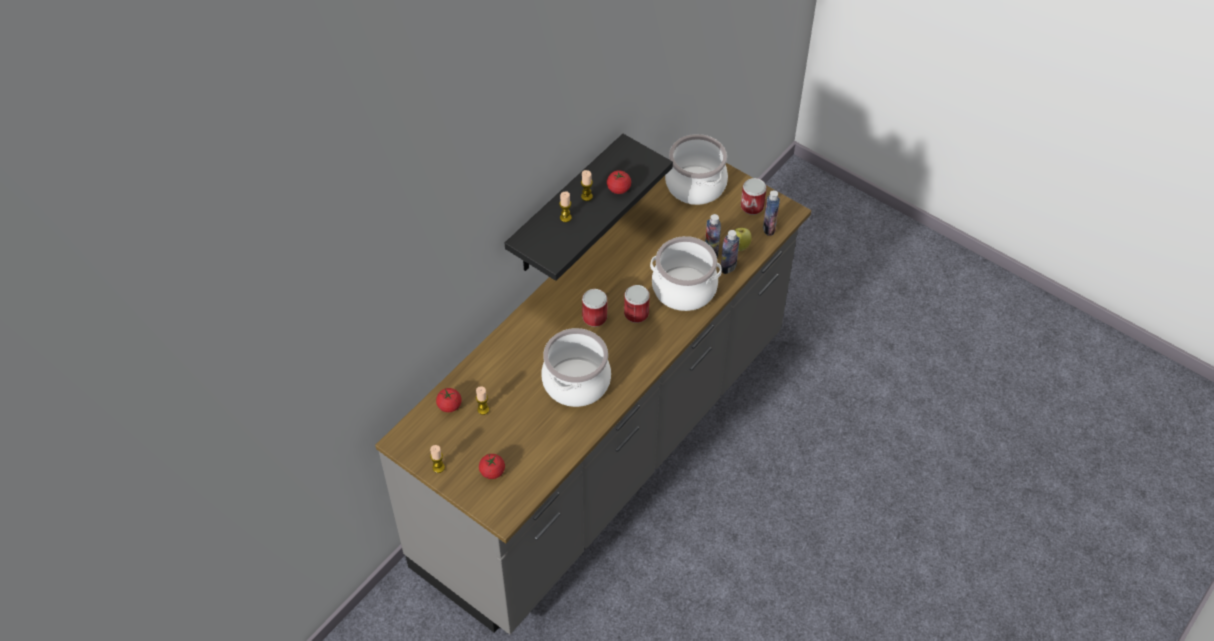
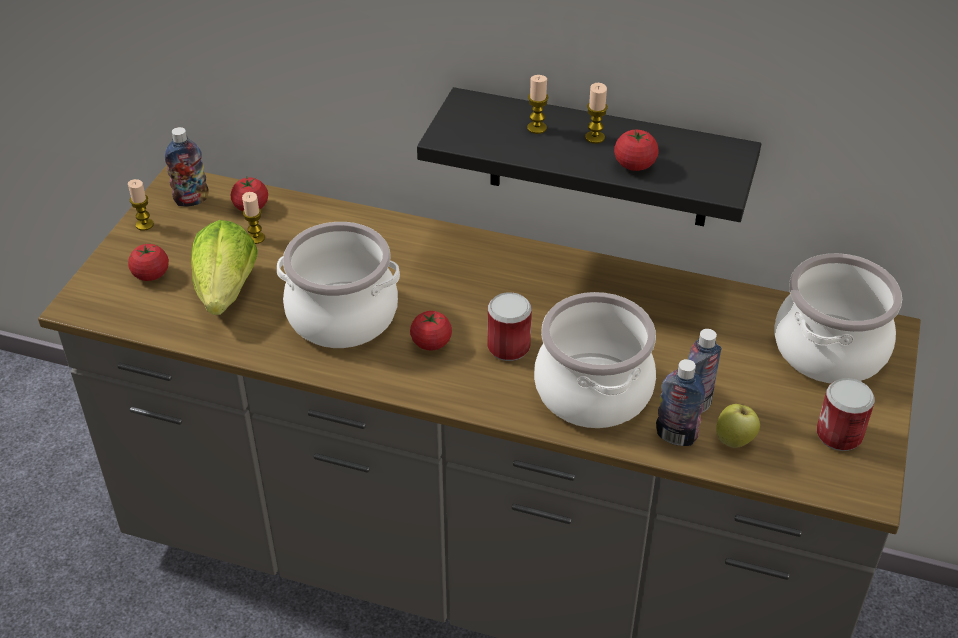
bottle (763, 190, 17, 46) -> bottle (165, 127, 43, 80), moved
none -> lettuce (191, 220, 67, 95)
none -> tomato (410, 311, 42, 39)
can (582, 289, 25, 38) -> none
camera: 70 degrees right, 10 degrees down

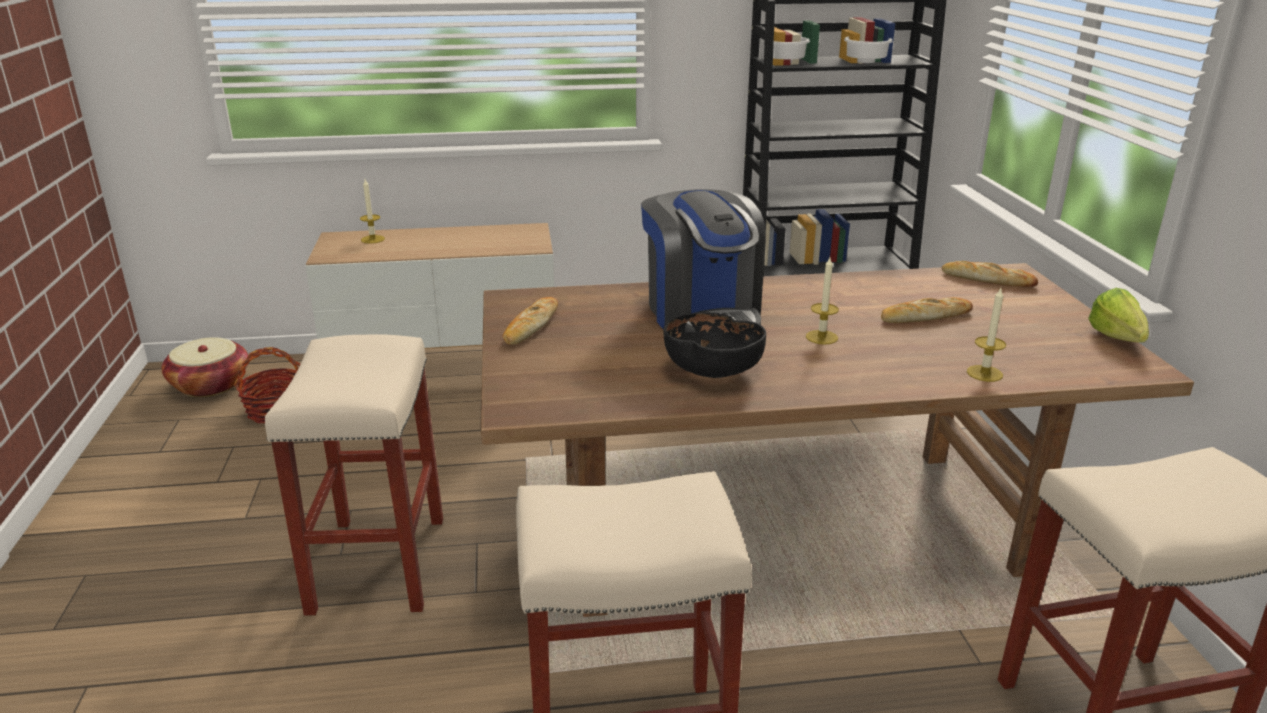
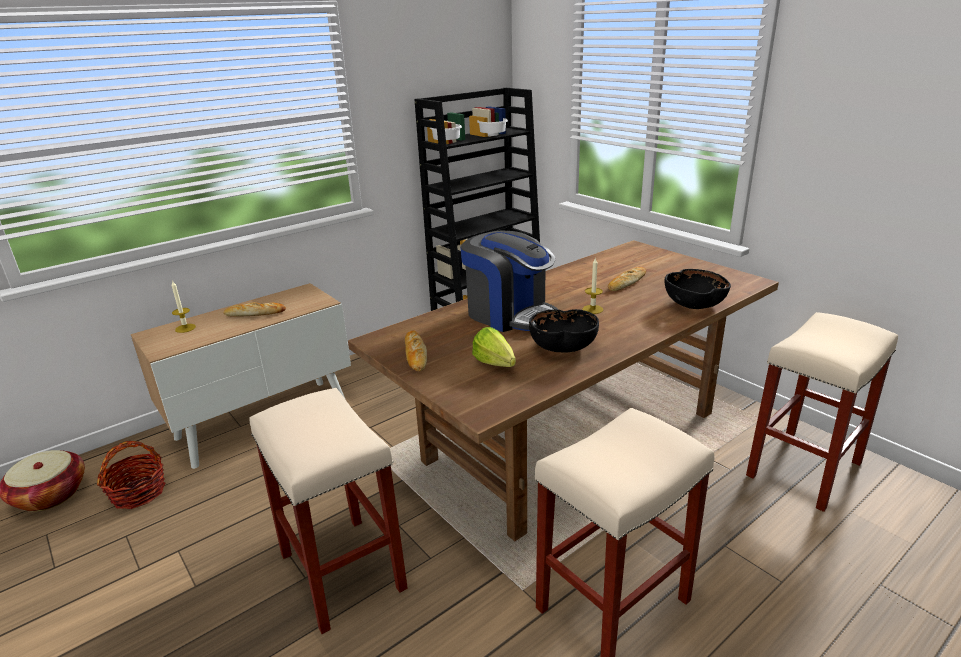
bread (942, 261, 96, 26) -> bread (223, 302, 63, 15), moved
lettuce (1088, 288, 61, 55) -> lettuce (472, 327, 44, 40), moved
candle (967, 288, 39, 94) -> black bowl (665, 269, 66, 40)
camera: 30 degrees left, 0 degrees up

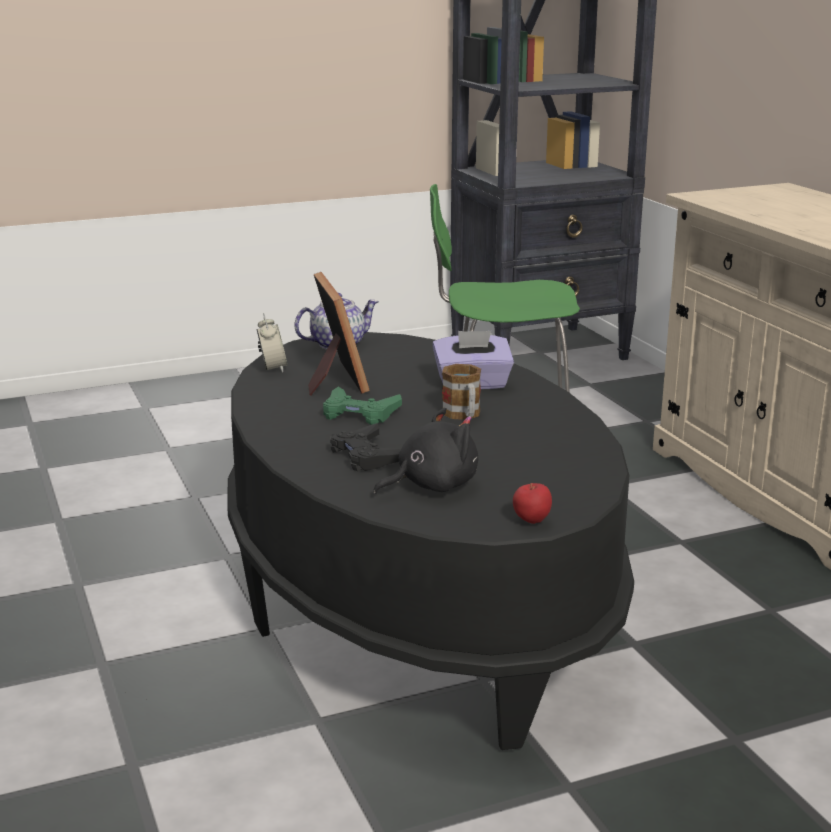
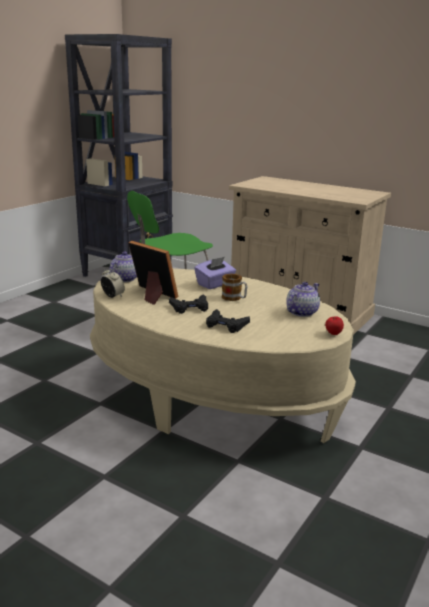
black coffee table (227, 332, 407, 418) -> beige coffee table (90, 268, 266, 175)
green game controller (323, 387, 79, 38) -> black game controller (169, 294, 39, 20)
none -> teapot (286, 282, 34, 35)
black plush toy (373, 408, 105, 86) -> none
camera: 35 degrees left, 0 degrees up

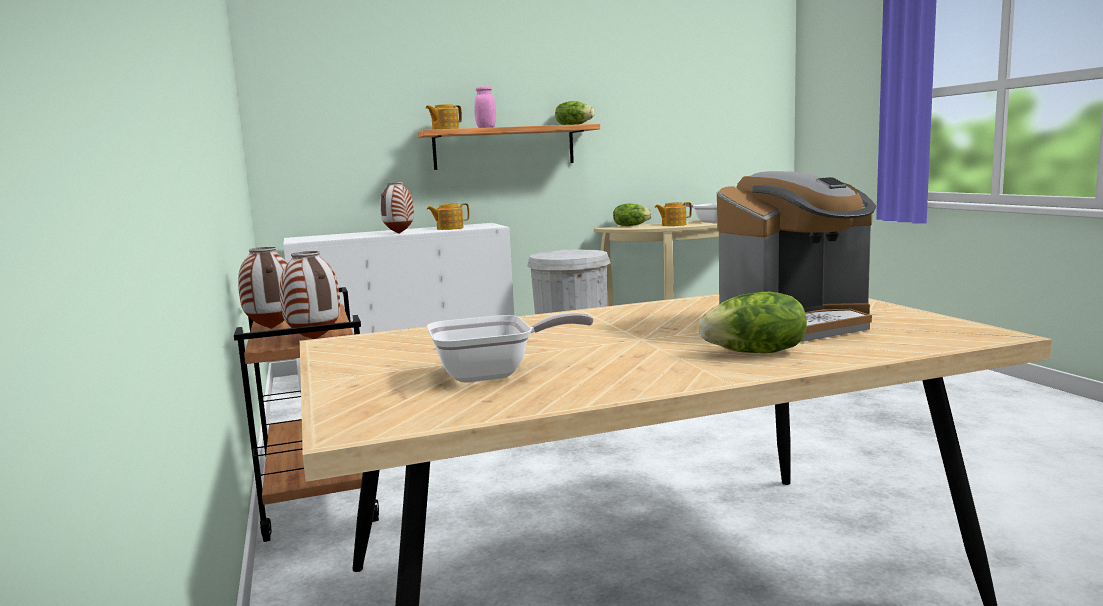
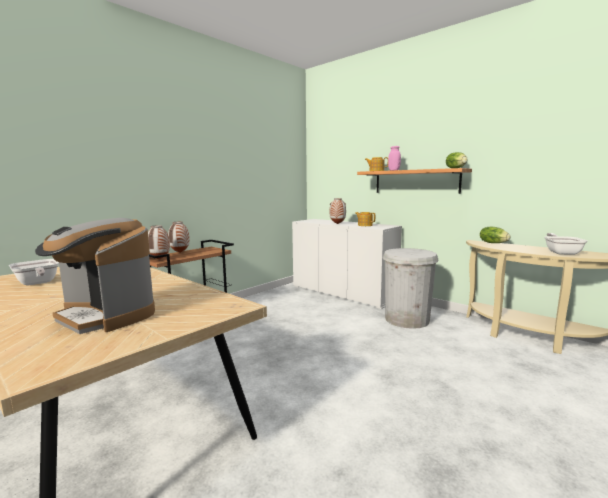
teapot (655, 202, 37, 24) -> none
lettuce (699, 292, 108, 61) -> none
camera: 60 degrees right, 0 degrees up

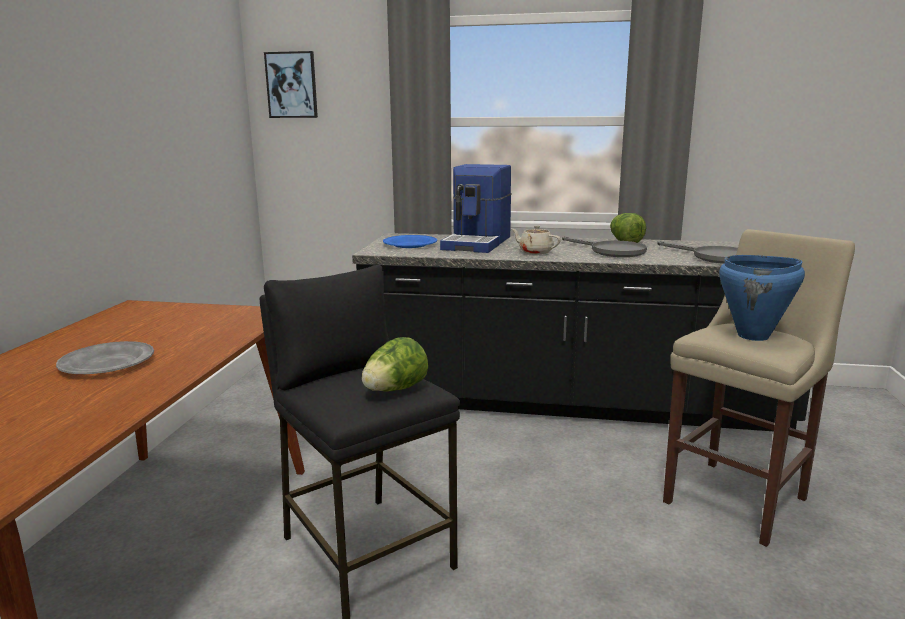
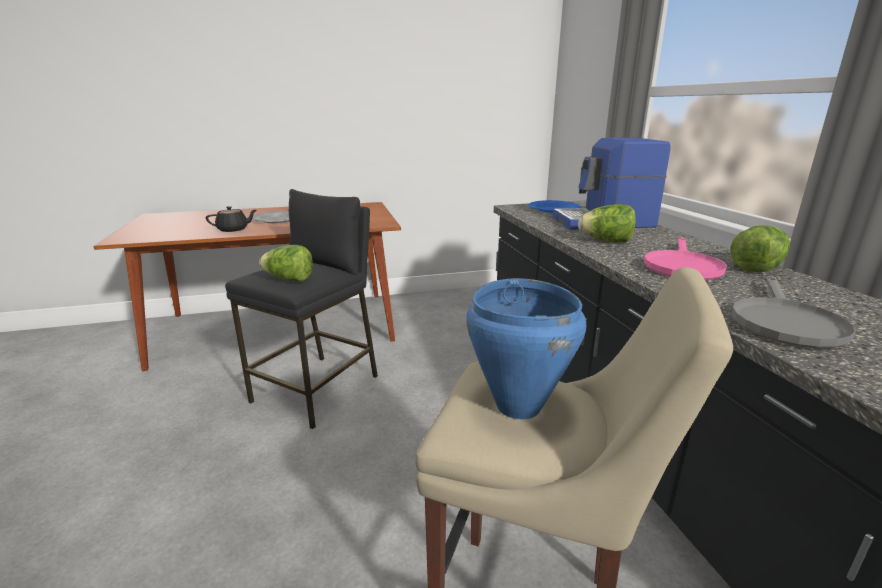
none -> black teapot (206, 206, 50, 26)
beige teapot (512, 225, 49, 29) -> lettuce (578, 204, 58, 39)
grey frying pan (562, 236, 85, 21) -> pink frying pan (644, 237, 83, 43)
picture (264, 51, 54, 67) -> none
camera: 65 degrees right, 5 degrees up

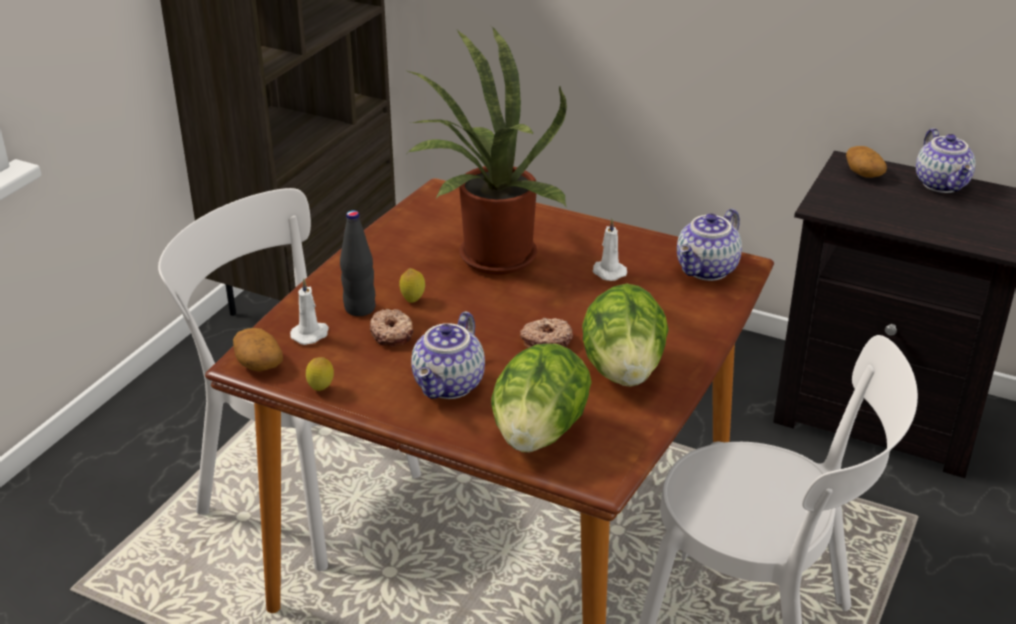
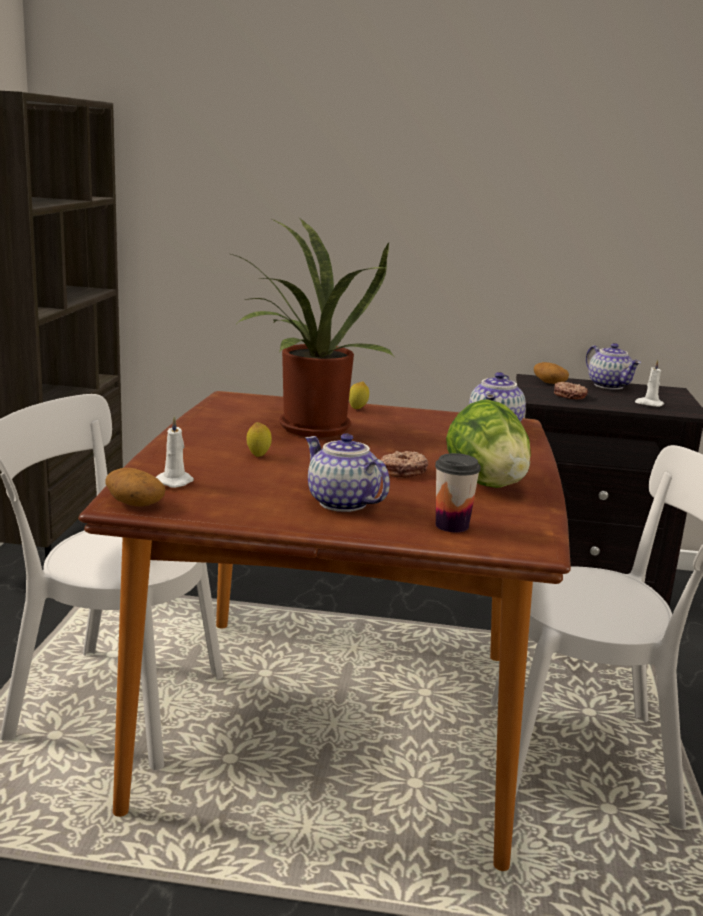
teapot (411, 311, 74, 88) -> teapot (305, 434, 85, 78), 135 degrees clockwise
lemon (306, 357, 28, 34) -> lemon (349, 381, 20, 28), moved
lettuce (491, 344, 101, 109) -> cup (435, 453, 46, 79)
donut (370, 309, 44, 38) -> donut (554, 382, 34, 18), moved
white candle (592, 219, 35, 62) -> white candle (635, 359, 29, 48), moved
black bottle (340, 210, 36, 106) -> none
camera: 20 degrees left, 15 degrees down

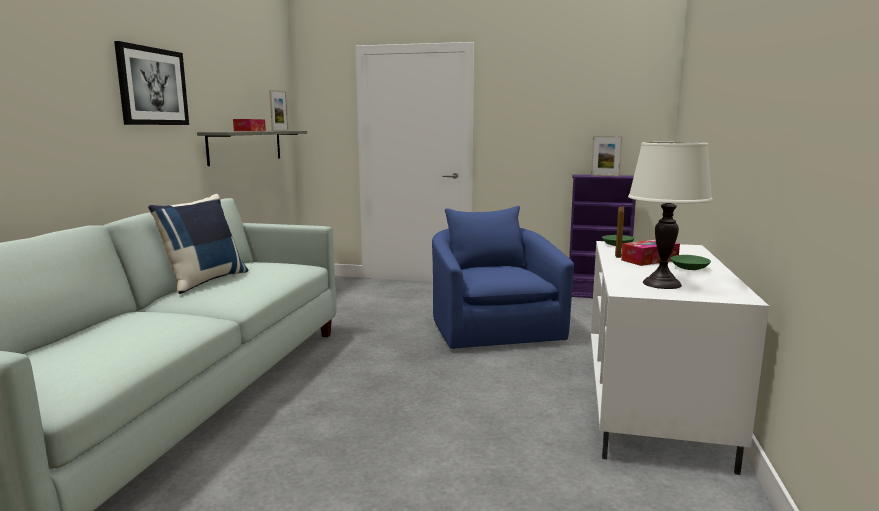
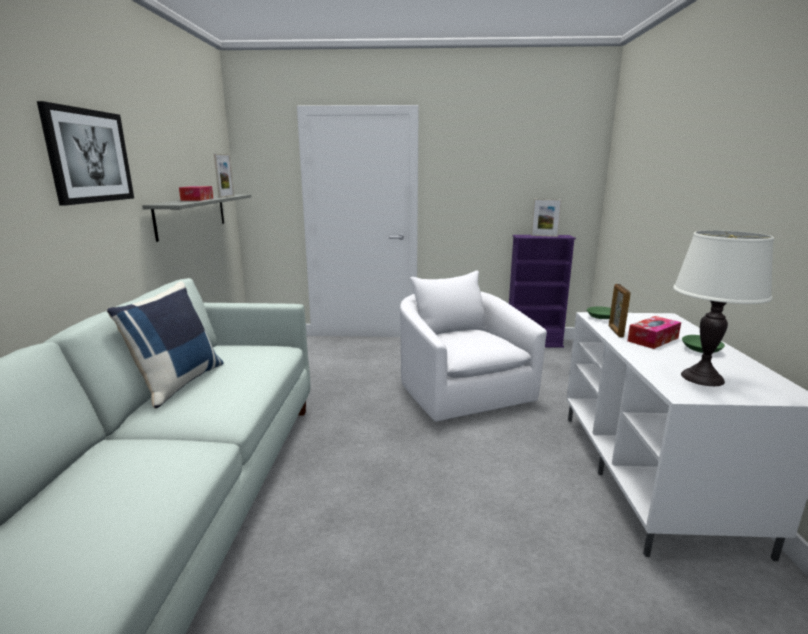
blue armchair (432, 206, 142, 143) -> white armchair (400, 270, 147, 152)
camera: 10 degrees left, 5 degrees up

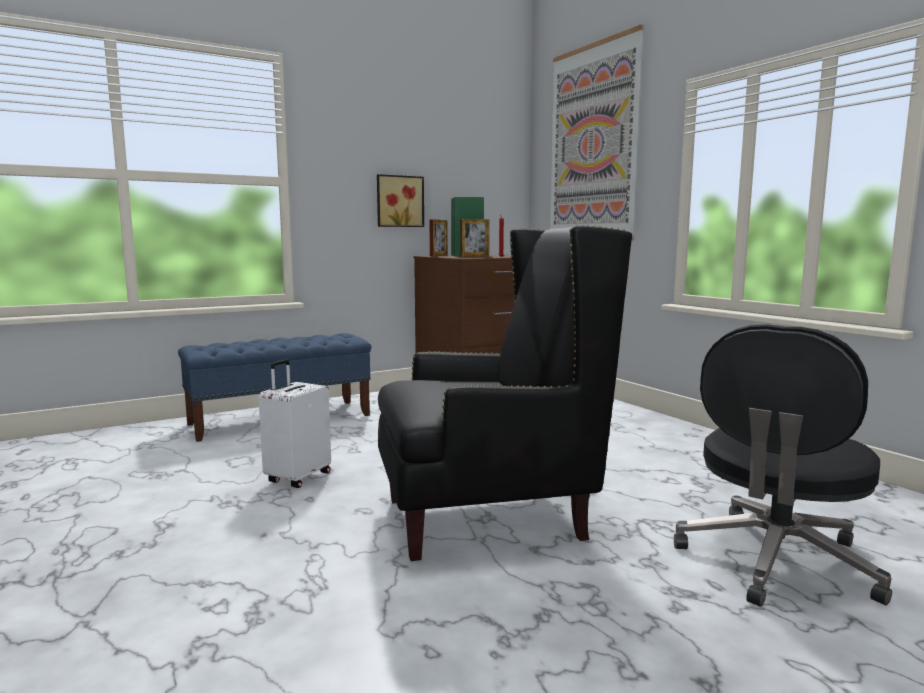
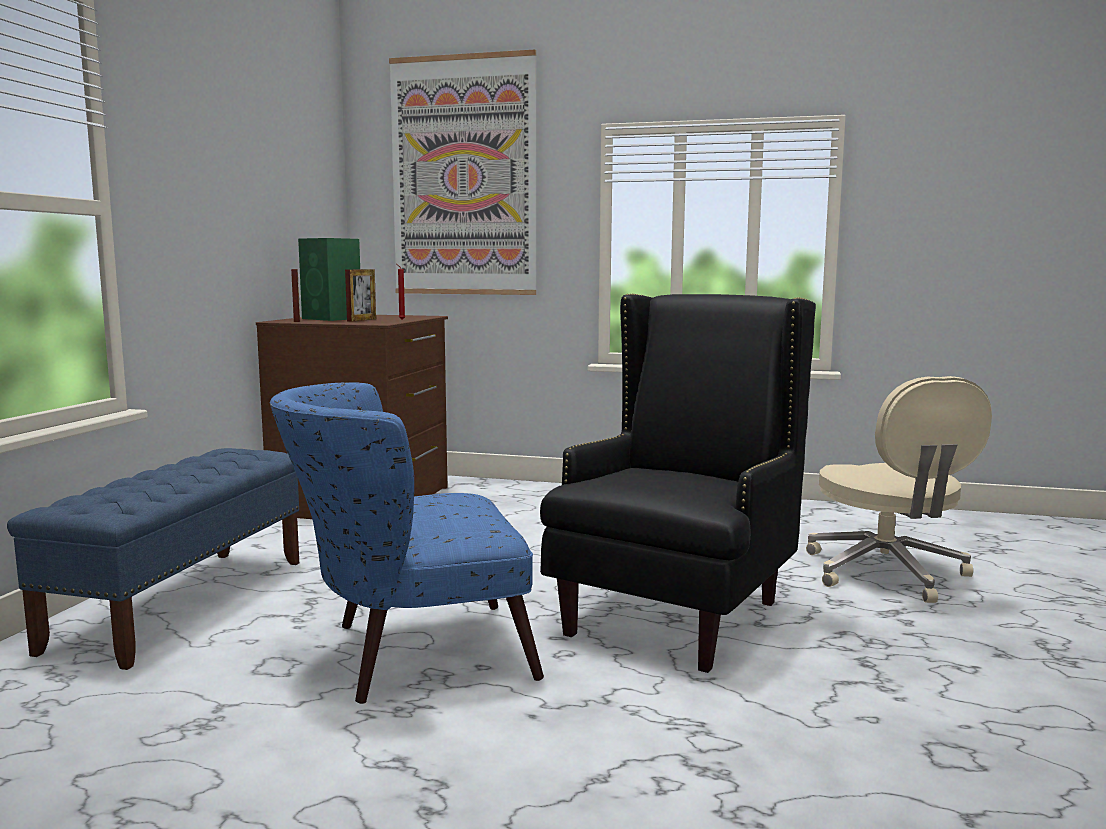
white suitcase (258, 359, 73, 129) -> blue armchair (269, 382, 275, 322)
black office chair (674, 324, 218, 283) -> beige office chair (806, 376, 186, 227)
picture (377, 174, 47, 53) -> none
camera: 45 degrees left, 0 degrees up

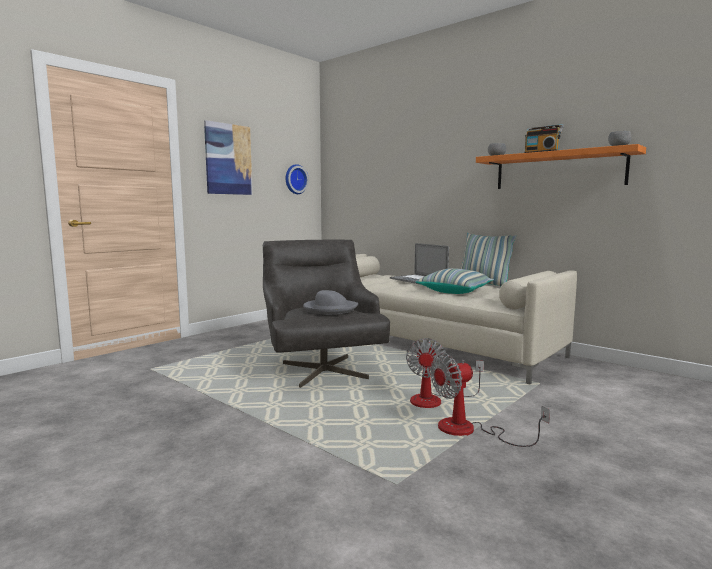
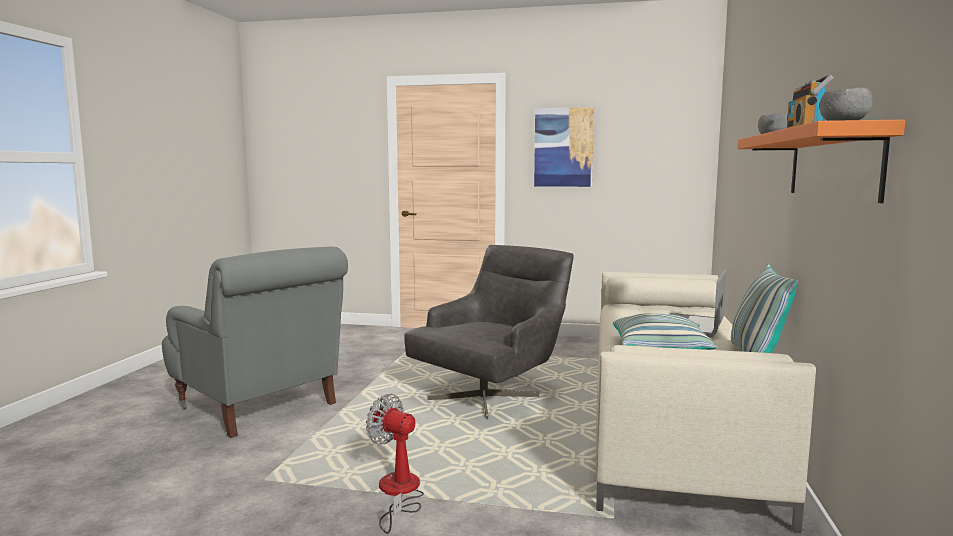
none -> grey armchair (162, 246, 186, 192)
wall clock (286, 164, 23, 30) -> none
grey hat (303, 290, 55, 24) -> none
fan (406, 338, 78, 70) -> none
camera: 60 degrees right, 0 degrees up

